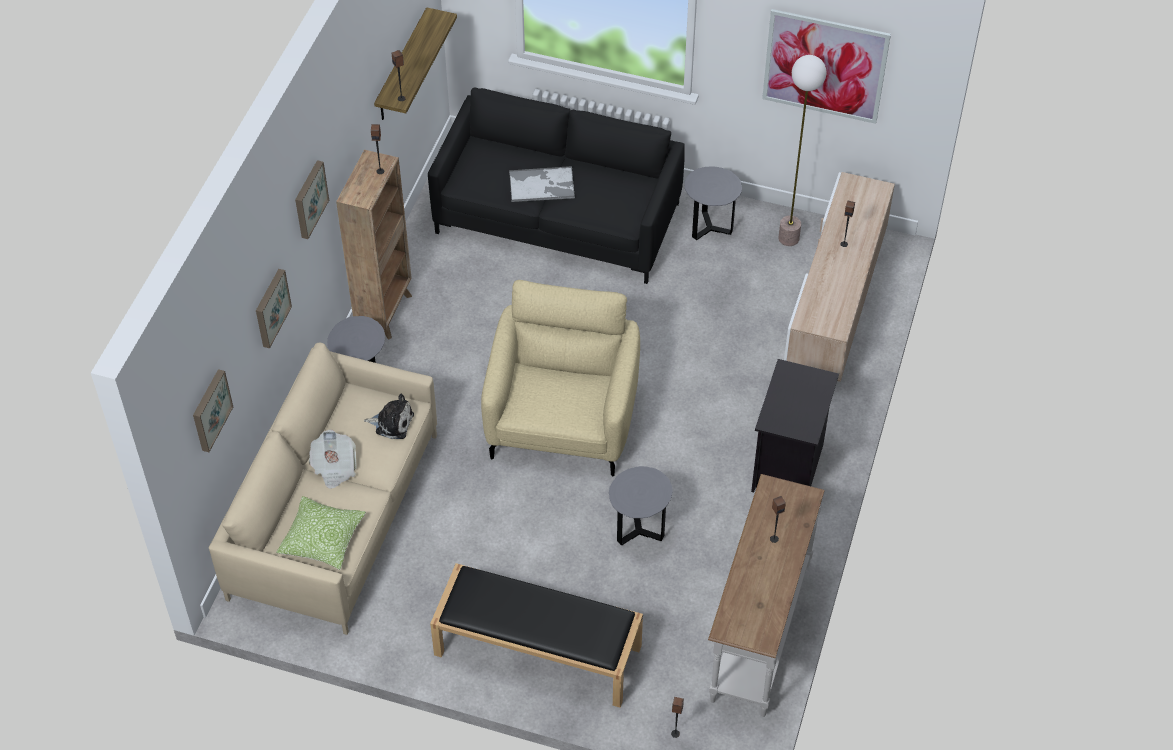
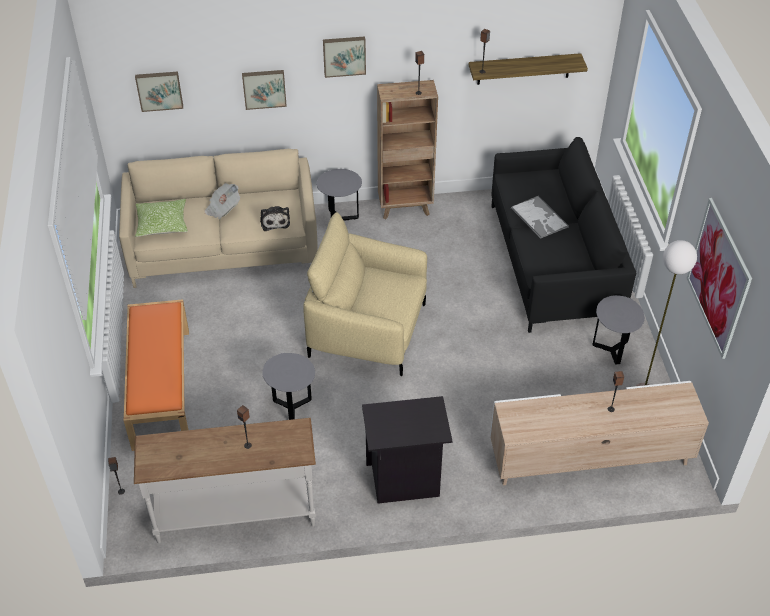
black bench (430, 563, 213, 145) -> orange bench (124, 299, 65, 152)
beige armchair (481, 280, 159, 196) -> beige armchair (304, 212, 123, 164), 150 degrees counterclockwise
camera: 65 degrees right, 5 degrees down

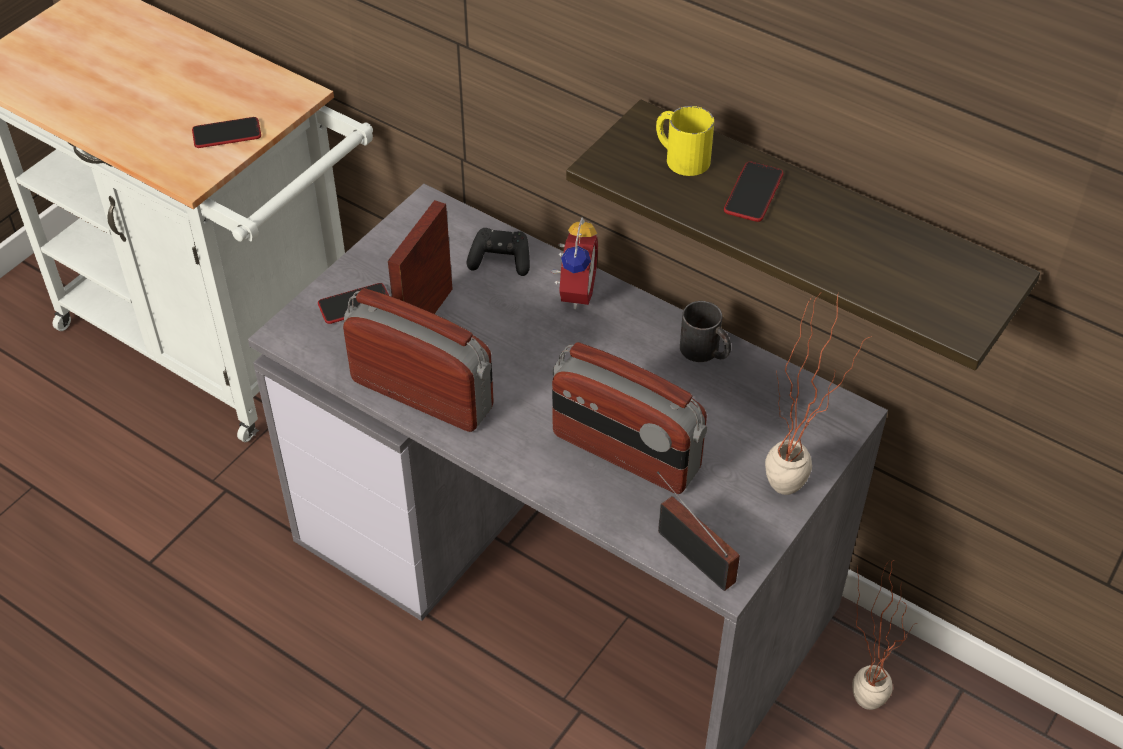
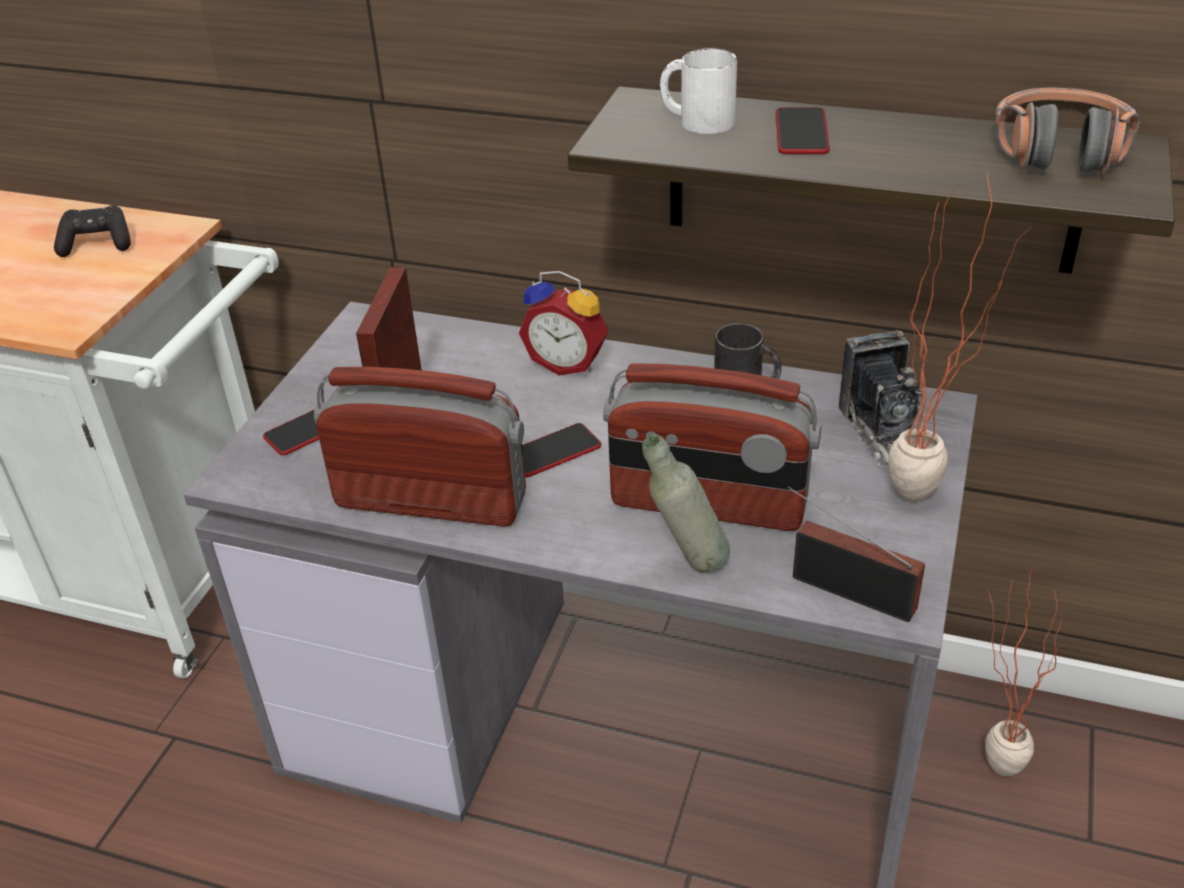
black game controller (467, 228, 63, 48) -> black game controller (54, 205, 77, 52), moved
alarm clock (552, 217, 46, 92) -> alarm clock (519, 271, 89, 104), 120 degrees clockwise
phone (192, 117, 69, 31) -> phone (522, 423, 79, 54), moved
none -> grey bottle (642, 434, 88, 138)
yellow mug (656, 106, 58, 70) -> white mug (660, 48, 77, 86)
none -> photo camera (839, 330, 84, 137)
none -> headphones (996, 88, 144, 87)
camera: 15 degrees left, 10 degrees down

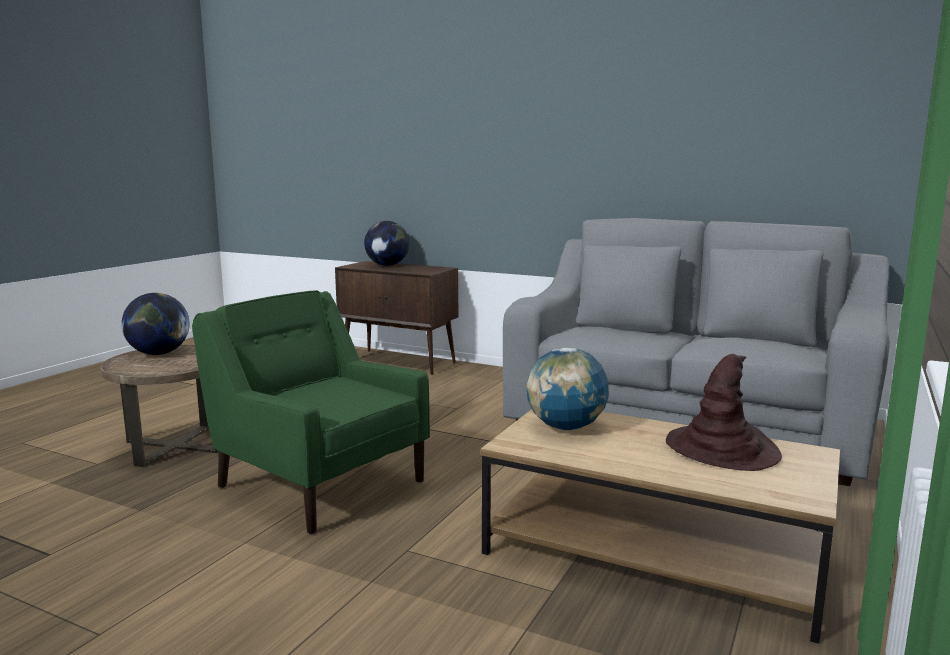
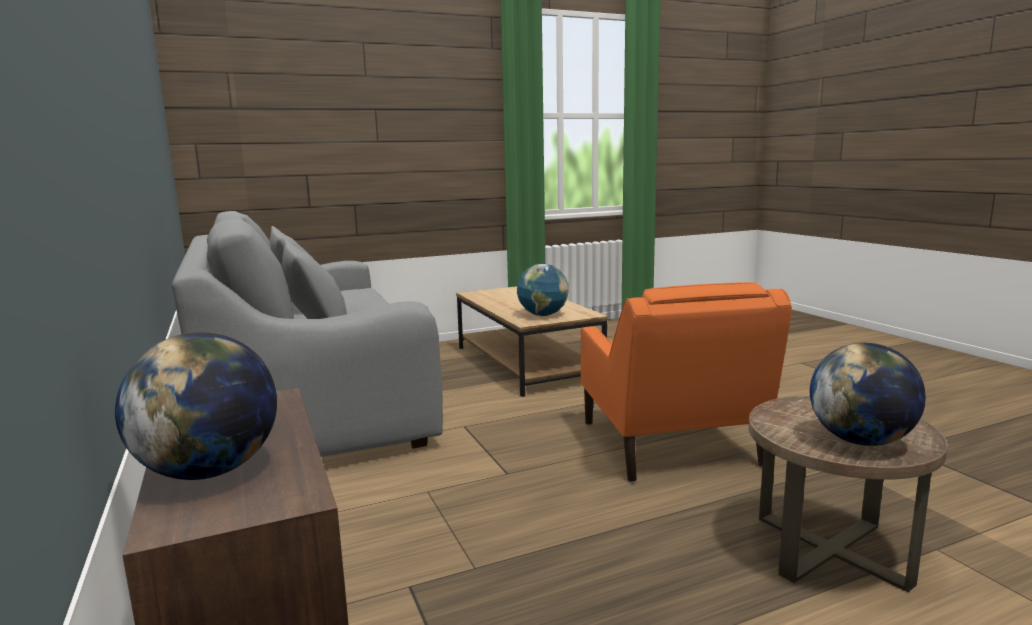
green armchair (192, 290, 238, 244) -> orange armchair (581, 282, 211, 200)
brown hat (666, 354, 116, 117) -> none
camera: 140 degrees left, 0 degrees up

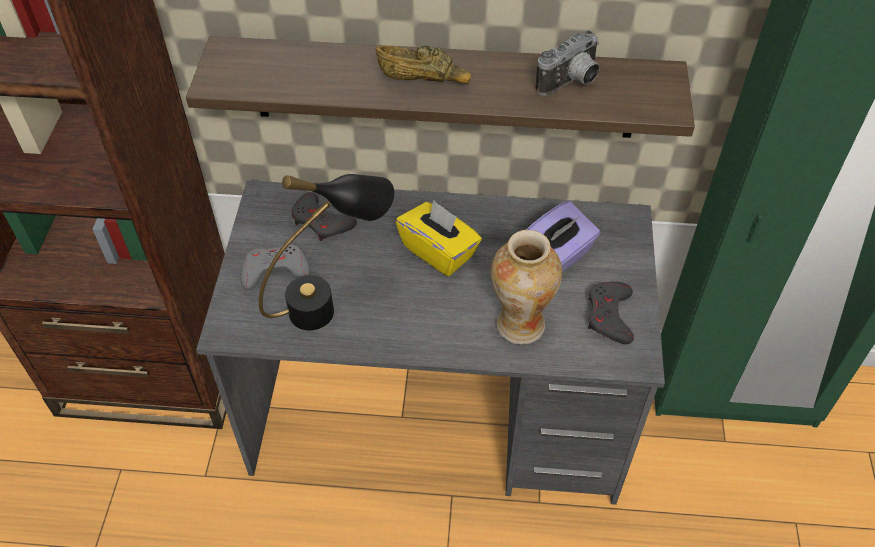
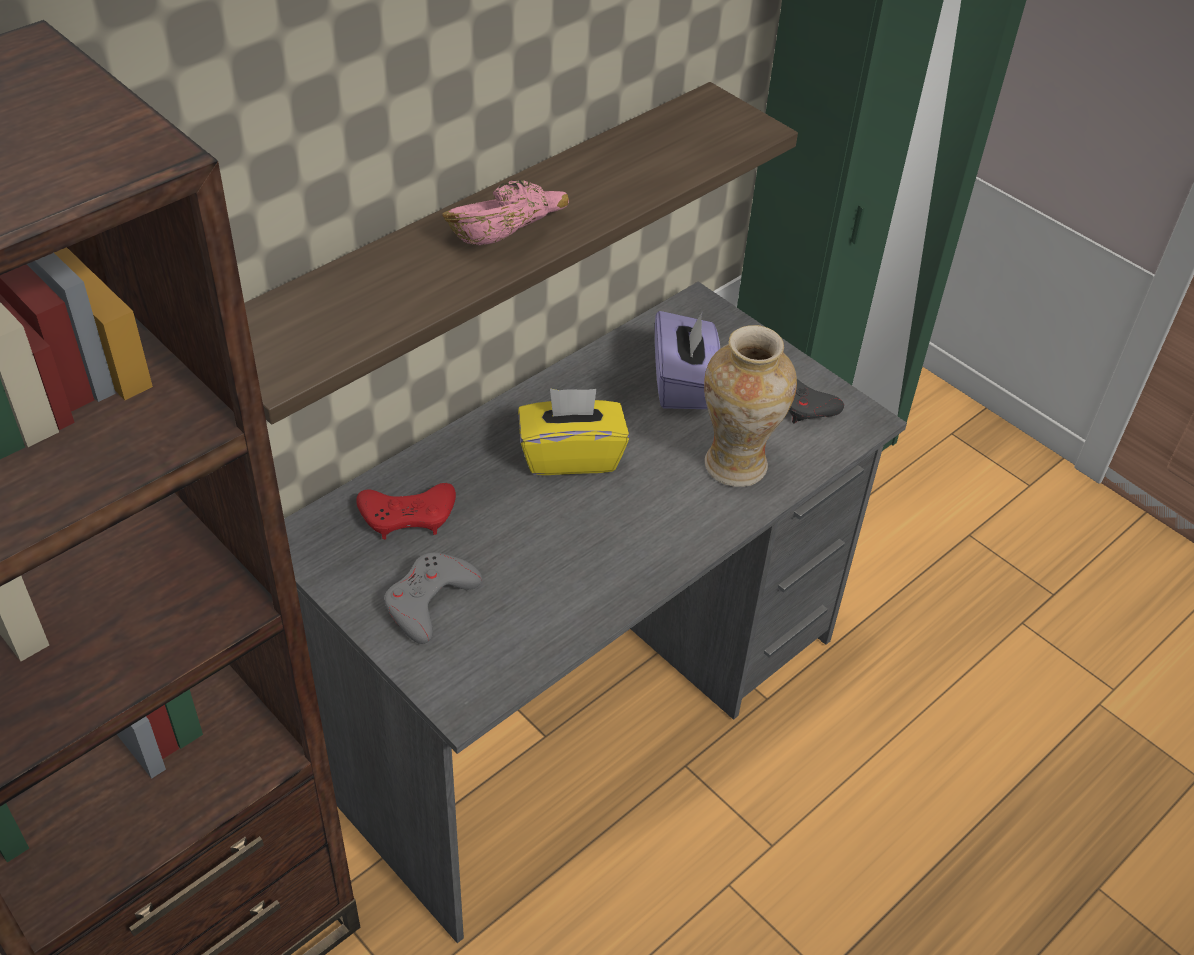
grey game controller (292, 192, 65, 49) -> red game controller (356, 483, 100, 56)
brown bowl (376, 45, 95, 39) -> pink bowl (442, 180, 127, 65)
black table lamp (259, 174, 136, 156) -> none
photo camera (535, 30, 65, 66) -> none
camera: 50 degrees left, 5 degrees down

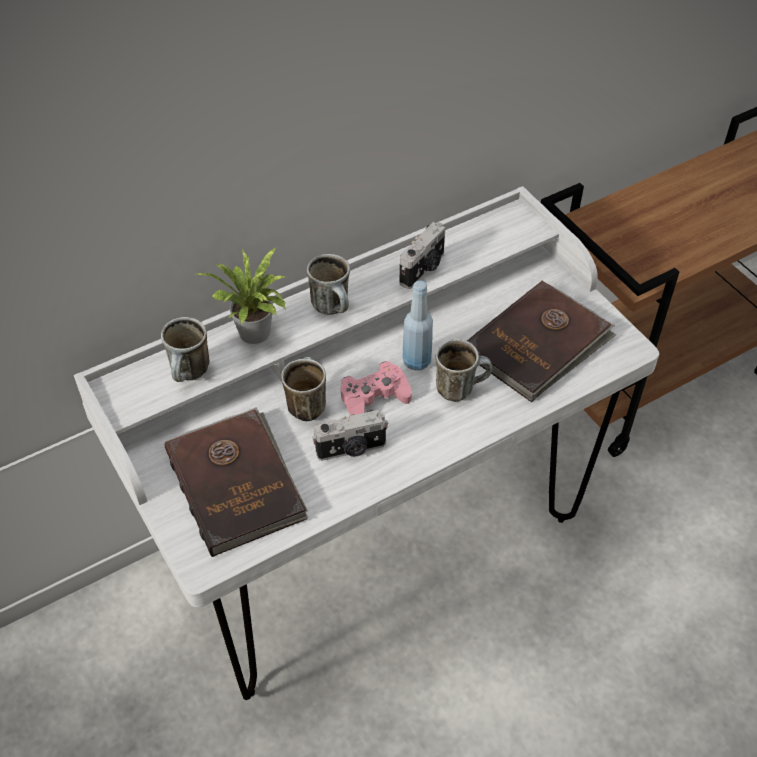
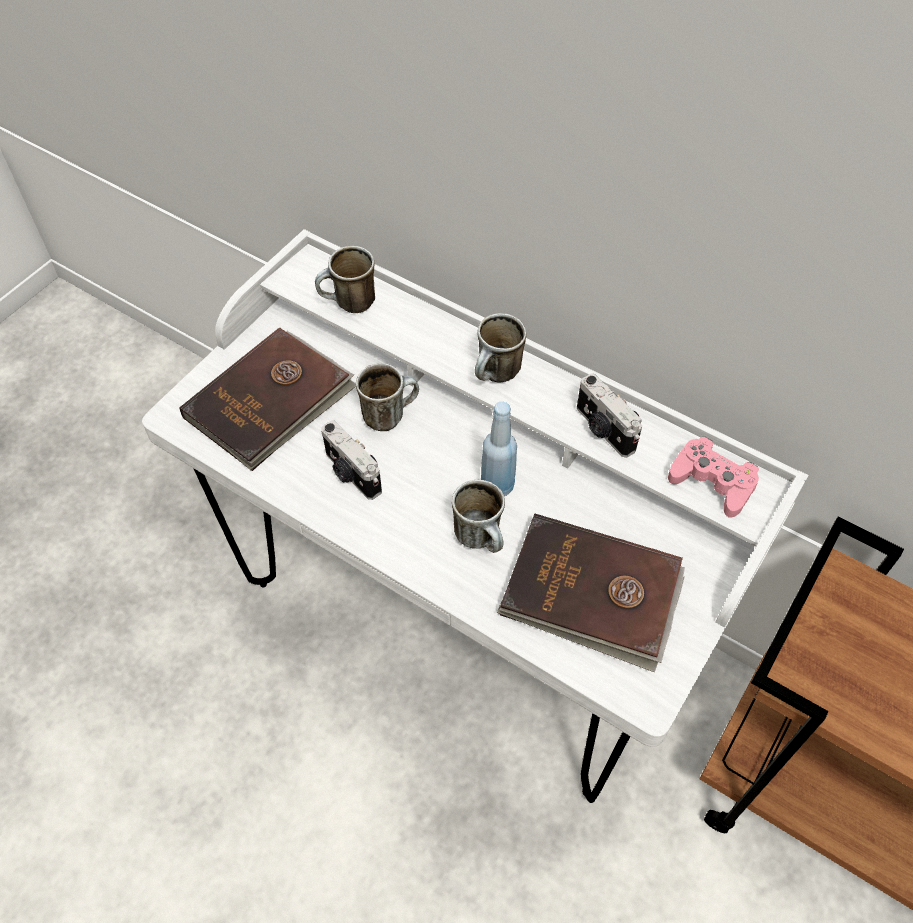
photo camera (399, 222, 47, 67) -> photo camera (577, 373, 65, 85), 45 degrees clockwise
pink game controller (340, 361, 72, 54) -> pink game controller (668, 437, 91, 81), moved
potted plant (194, 248, 92, 96) -> none
camera: 65 degrees right, 5 degrees up

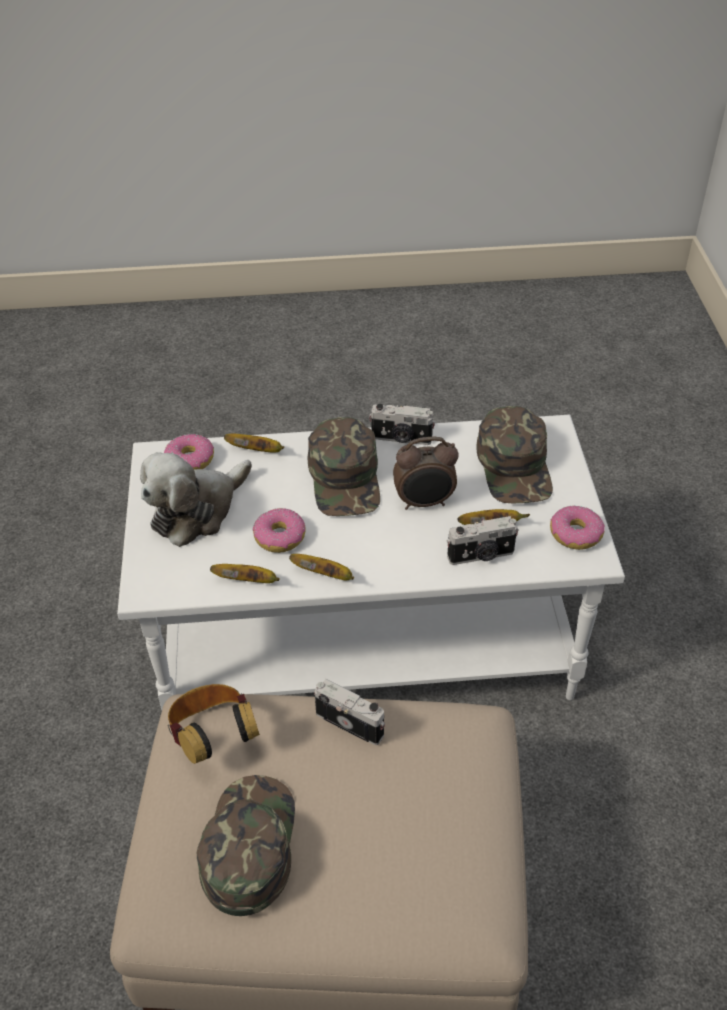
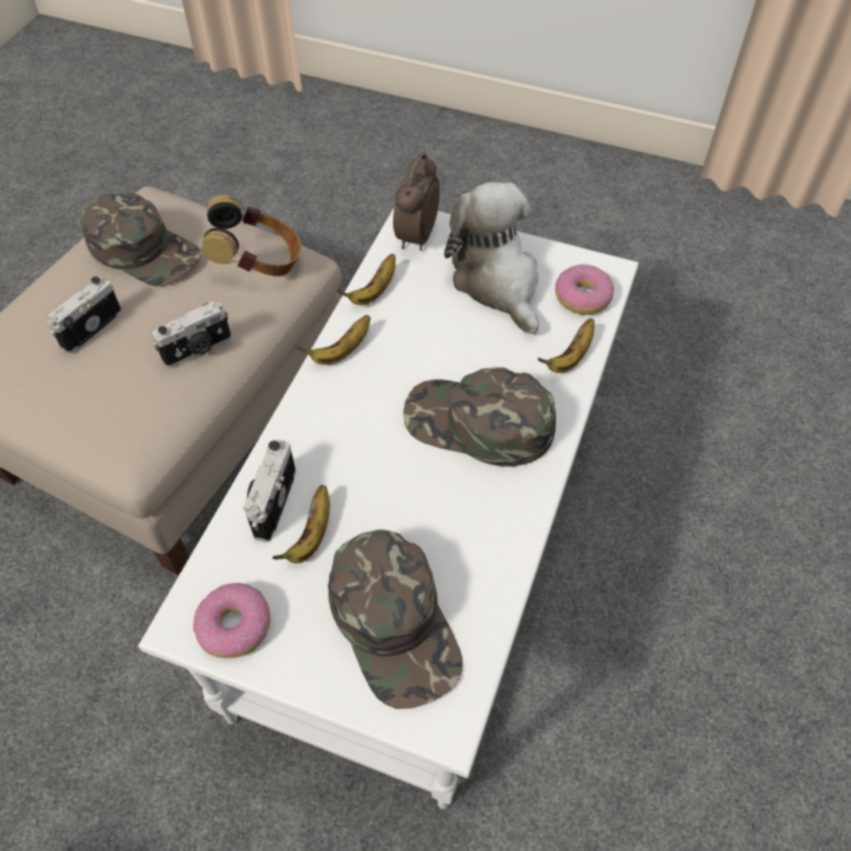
photo camera (369, 404, 67, 41) -> photo camera (47, 277, 75, 77), moved
green cap (476, 406, 77, 97) -> green cap (328, 530, 135, 179), 135 degrees counterclockwise
alarm clock (393, 437, 66, 73) -> alarm clock (393, 152, 47, 98), moved
donut (253, 508, 53, 45) -> none
camera: 115 degrees right, 10 degrees up

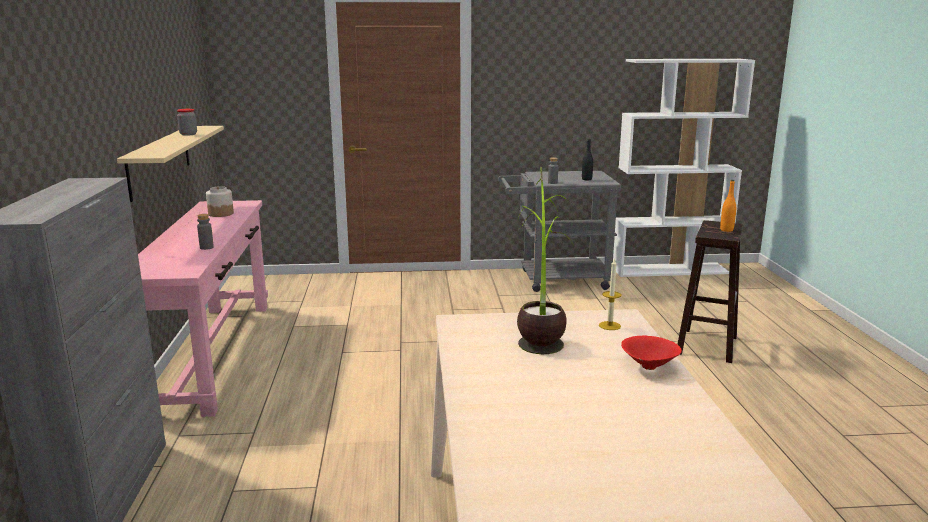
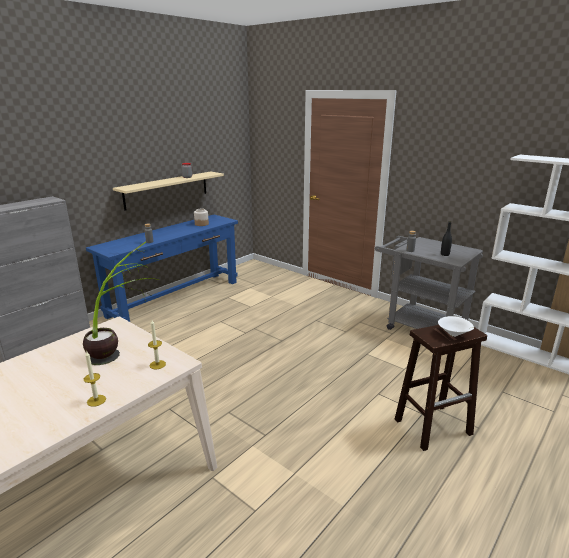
red bowl (621, 336, 61, 34) -> candle (84, 351, 22, 56)
pink console table (138, 200, 130, 217) -> blue console table (86, 215, 152, 107)
orange bottle (720, 180, 16, 52) -> white bowl (438, 316, 36, 21)
camera: 45 degrees right, 5 degrees up

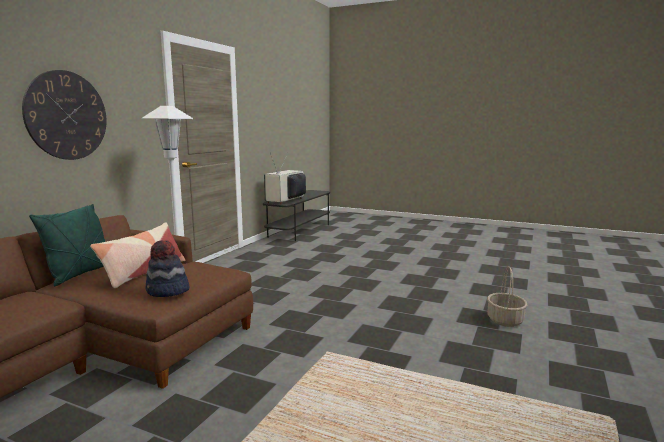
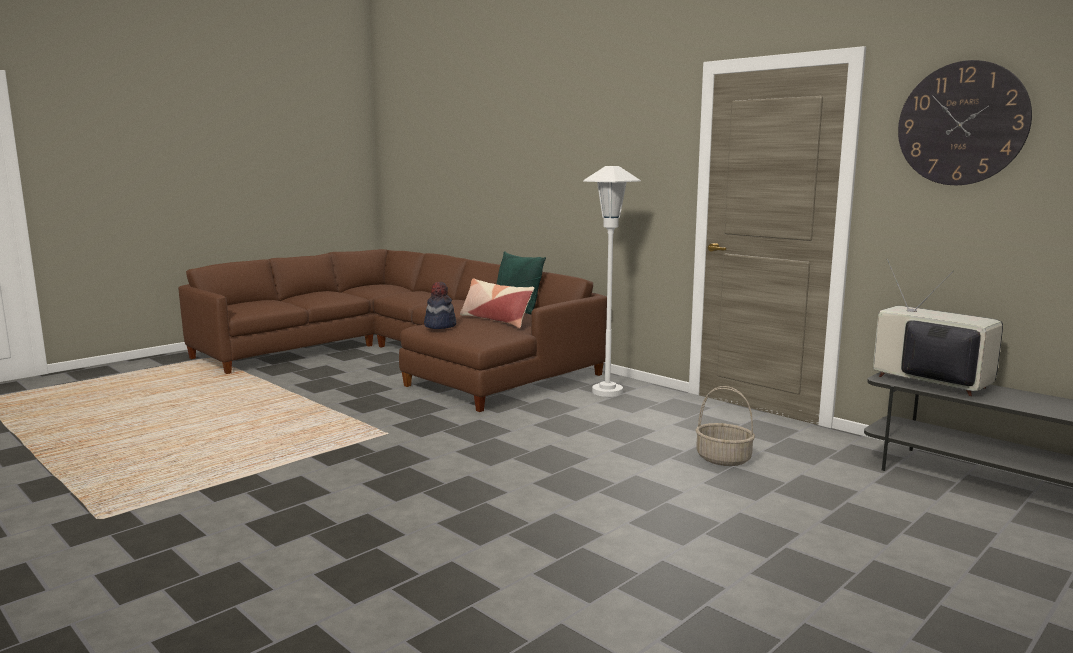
basket (487, 266, 40, 61) -> basket (695, 386, 60, 80), moved
wall clock (22, 70, 85, 90) -> wall clock (898, 60, 134, 125), moved
camera: 110 degrees right, 0 degrees up

